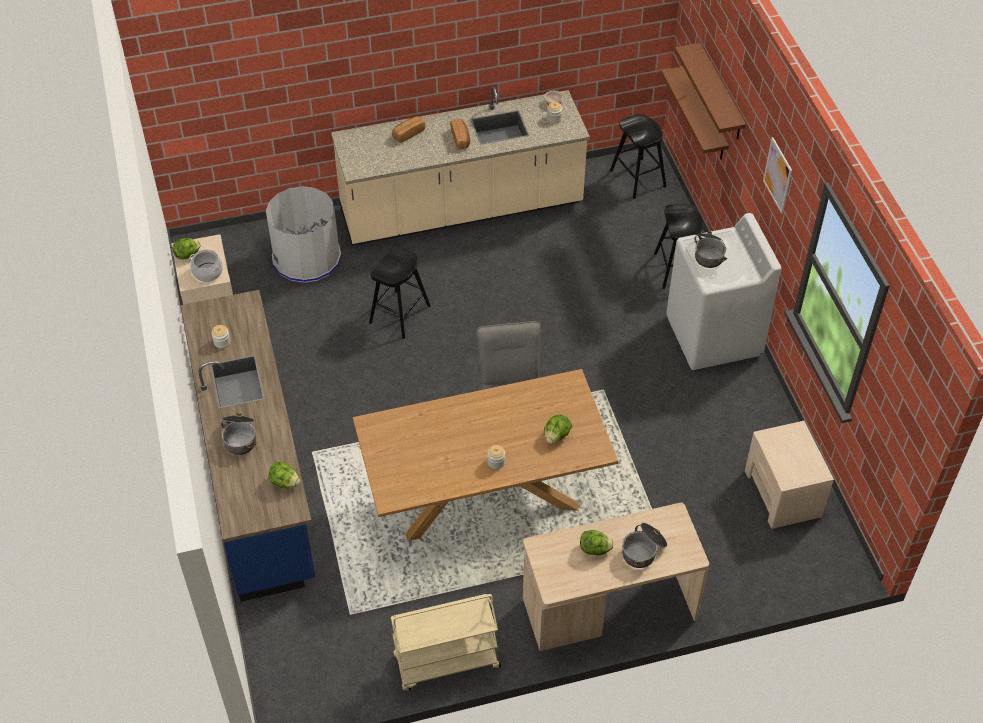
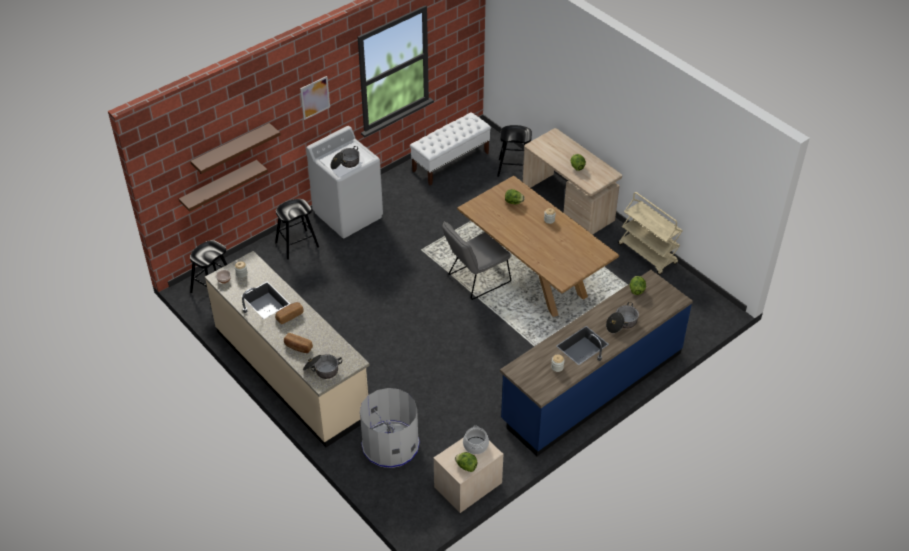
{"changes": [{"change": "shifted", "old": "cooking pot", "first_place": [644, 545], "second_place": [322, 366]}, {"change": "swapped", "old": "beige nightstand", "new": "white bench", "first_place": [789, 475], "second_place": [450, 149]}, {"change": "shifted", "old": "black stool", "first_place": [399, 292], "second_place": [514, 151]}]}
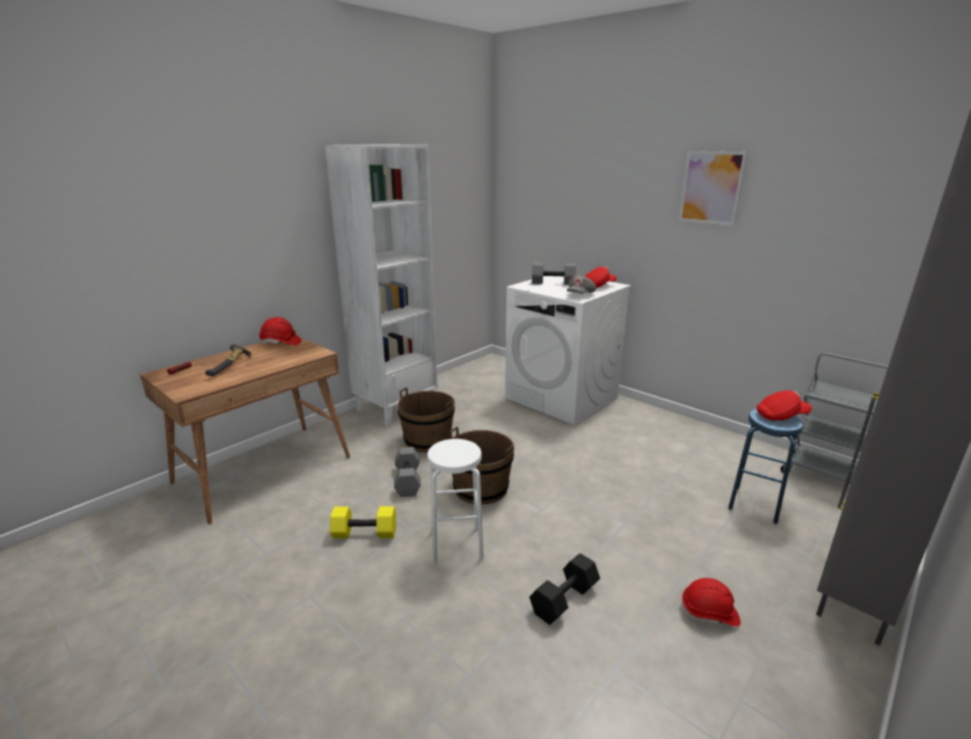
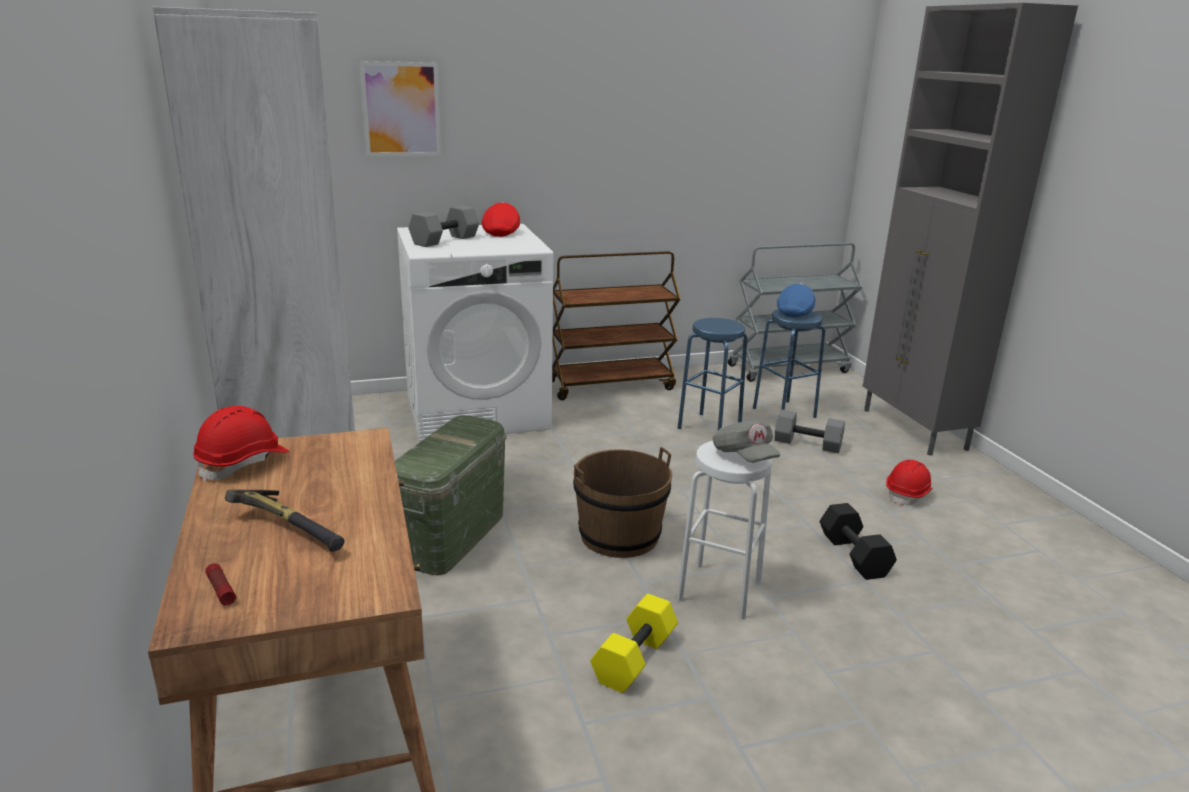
{"changes": [{"change": "shifted", "old": "picture", "first_place": [713, 188], "second_place": [400, 109]}, {"change": "swapped", "old": "brown bucket", "new": "green storage box", "first_place": [426, 419], "second_place": [450, 495]}, {"change": "new", "new": "brown cart", "second_place": [616, 325]}, {"change": "new", "new": "blue stool", "second_place": [712, 374]}, {"change": "shifted", "old": "grey cap", "first_place": [581, 284], "second_place": [746, 441]}, {"change": "shifted", "old": "grey dumbbell", "first_place": [407, 472], "second_place": [810, 431]}, {"change": "repainted", "old": "red cap", "new": "blue cap", "first_place": [784, 405], "second_place": [796, 300]}]}
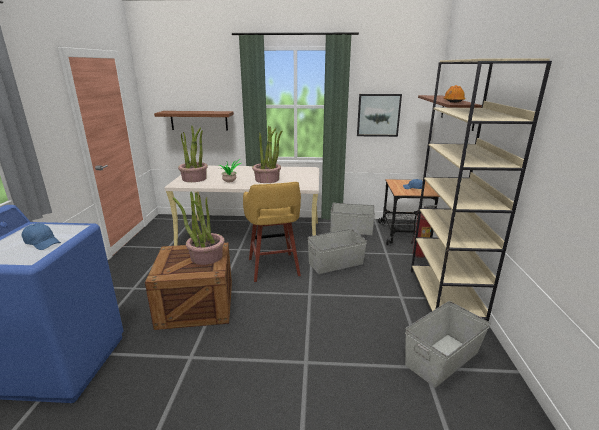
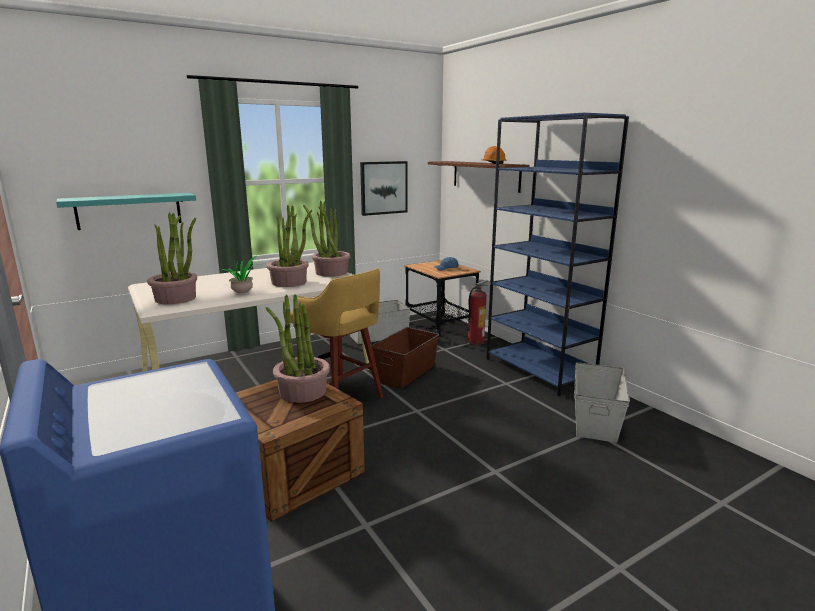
{"changes": [{"change": "repainted", "old": "brown shelf", "new": "turquoise shelf", "first_place": [194, 120], "second_place": [126, 211]}, {"change": "new", "new": "potted plant", "second_place": [326, 239]}, {"change": "repainted", "old": "grey storage box", "new": "brown storage box", "first_place": [337, 251], "second_place": [405, 358]}, {"change": "repainted", "old": "beige bookcase", "new": "blue bookcase", "first_place": [481, 190], "second_place": [558, 254]}, {"change": "gone", "old": "blue cap", "first_place": [41, 236]}]}
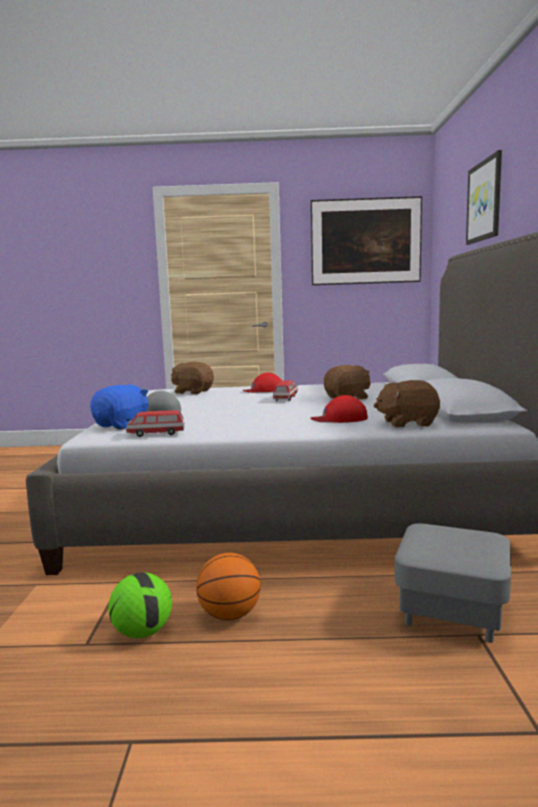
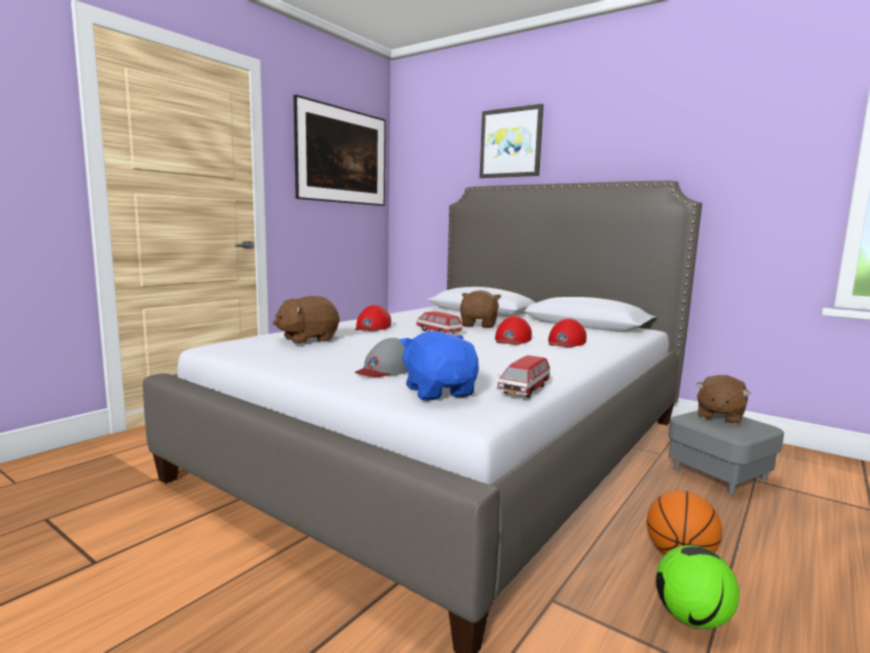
{"changes": [{"change": "new", "new": "red cap", "second_place": [513, 330]}, {"change": "shifted", "old": "brown plush toy", "first_place": [407, 404], "second_place": [723, 400]}]}
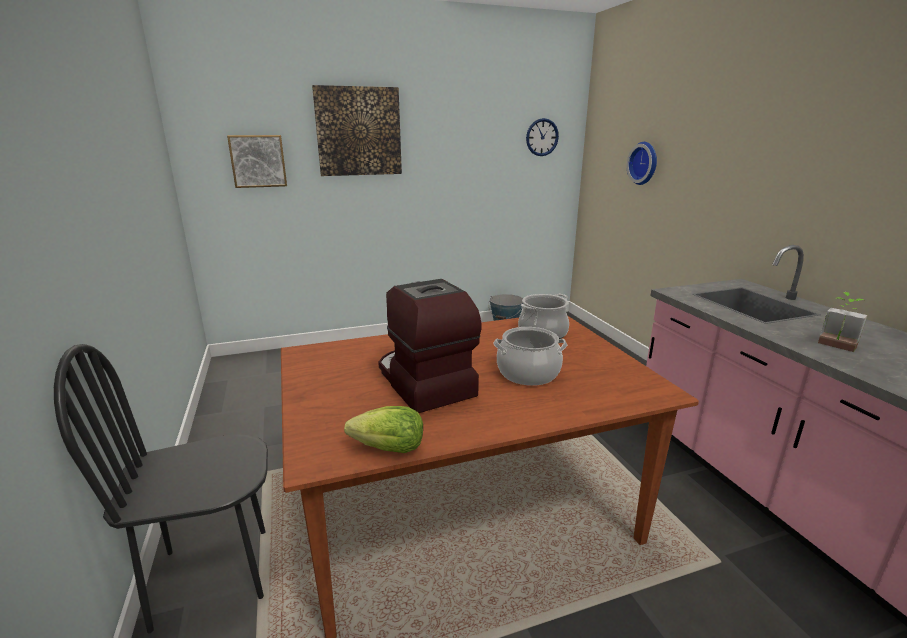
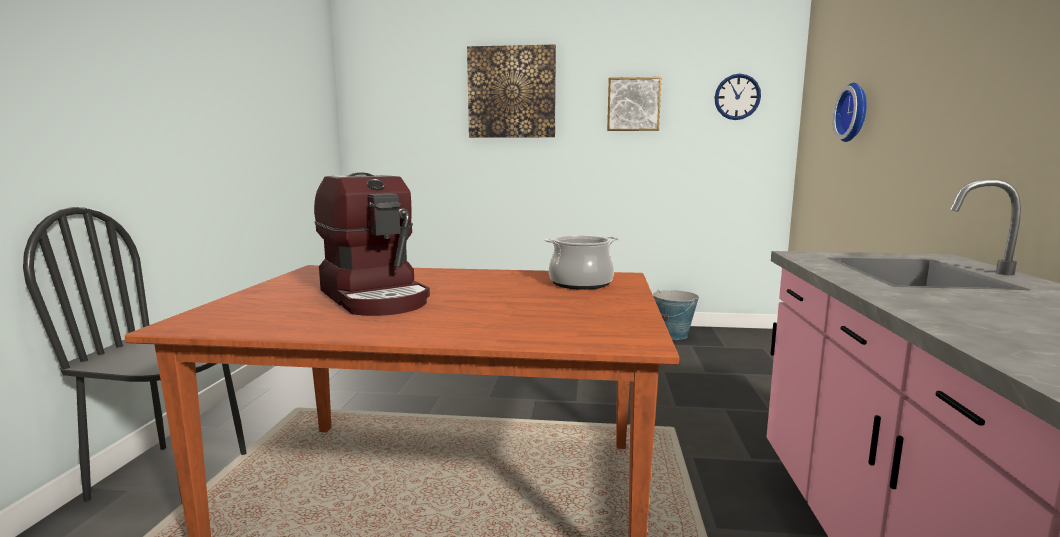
{"changes": [{"change": "rotated", "old": "coffee machine", "first_place": [430, 346], "second_place": [372, 244], "degrees": 150}, {"change": "shifted", "old": "picture", "first_place": [257, 161], "second_place": [634, 104]}, {"change": "gone", "old": "lettuce", "first_place": [383, 429]}, {"change": "gone", "old": "cooking pot", "first_place": [530, 356]}, {"change": "gone", "old": "potted plant", "first_place": [843, 322]}]}
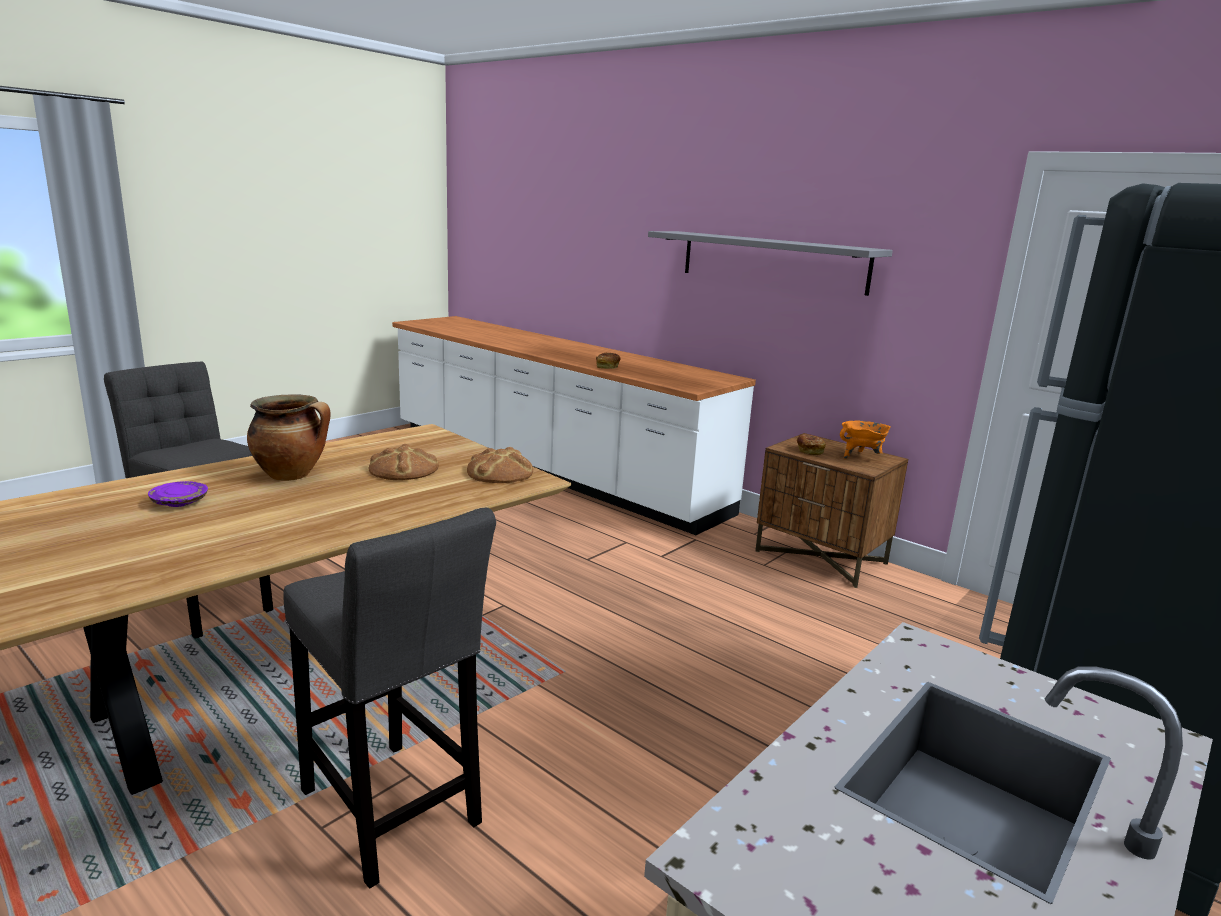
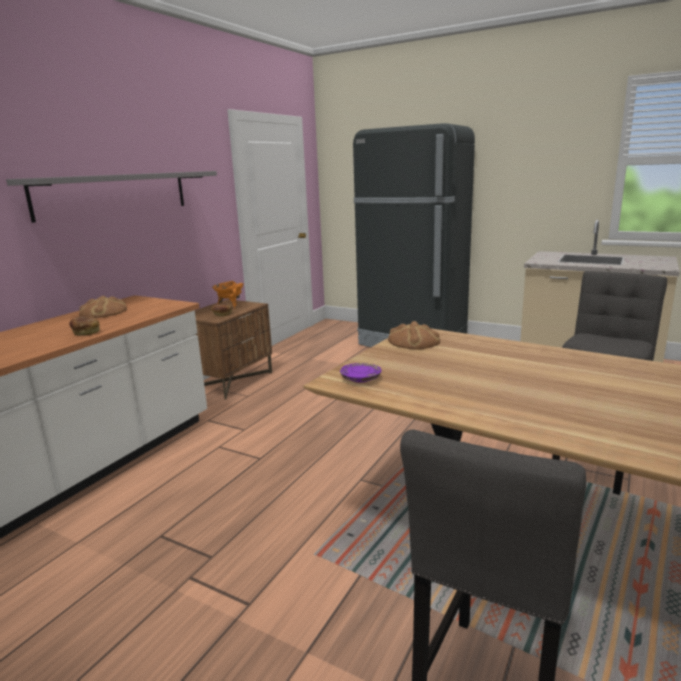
{"changes": [{"change": "shifted", "old": "bread", "first_place": [404, 461], "second_place": [103, 306]}, {"change": "shifted", "old": "purple plate", "first_place": [178, 494], "second_place": [360, 373]}, {"change": "gone", "old": "cooking pot", "first_place": [289, 437]}]}
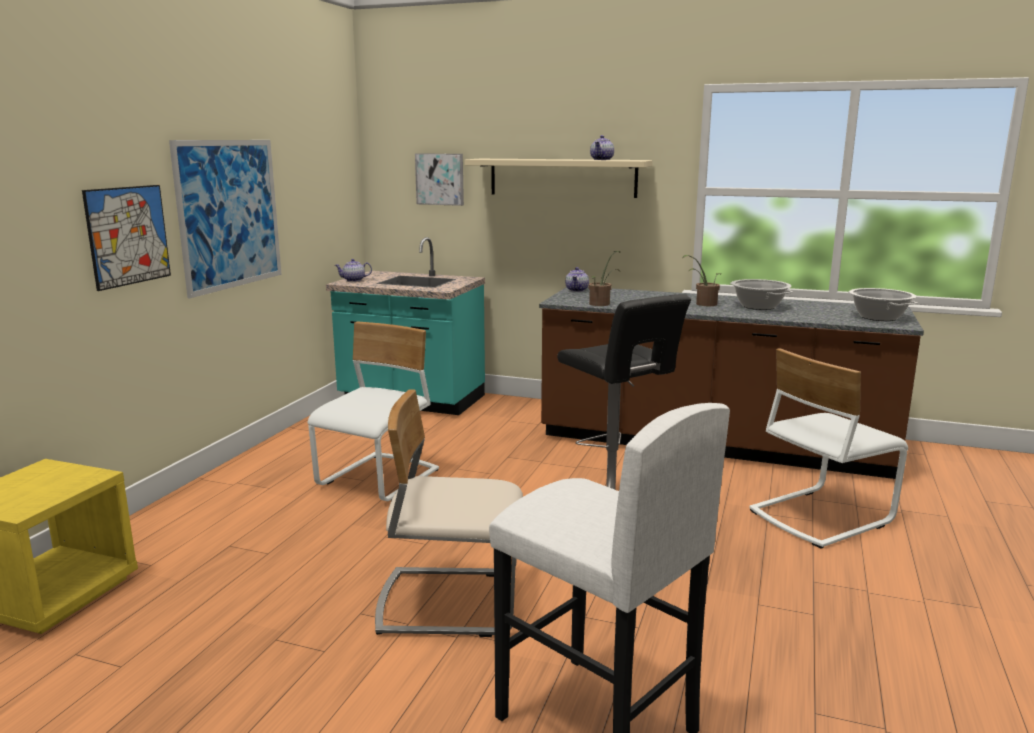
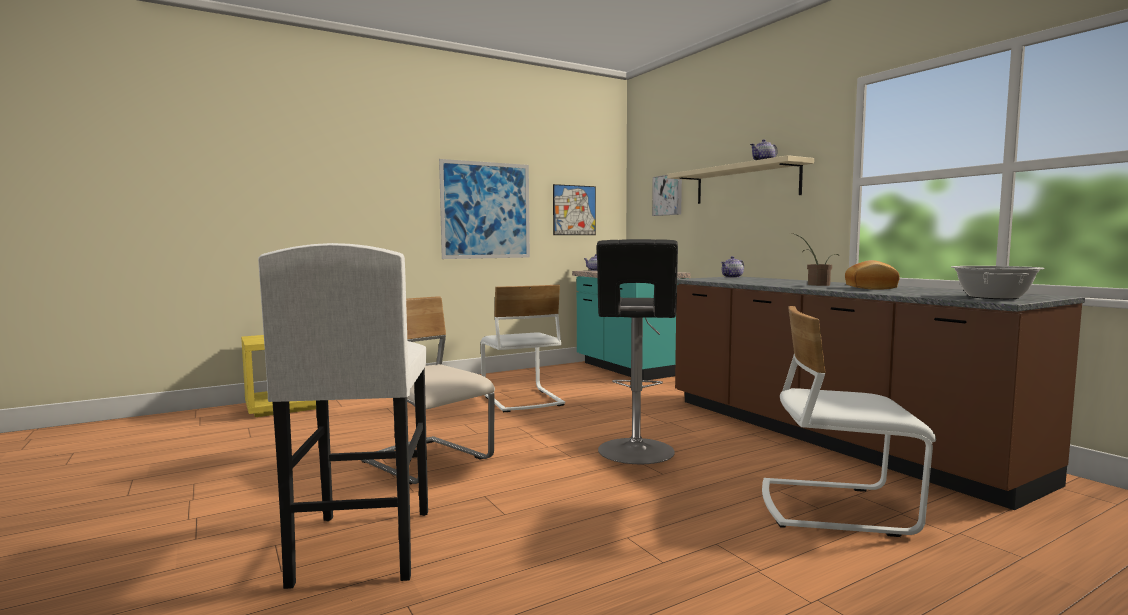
{"changes": [{"change": "rotated", "old": "white chair", "first_place": [373, 411], "second_place": [522, 348], "degrees": 90}, {"change": "shifted", "old": "picture", "first_place": [126, 238], "second_place": [574, 209]}, {"change": "swapped", "old": "cooking pot", "new": "bread", "first_place": [761, 294], "second_place": [872, 275]}, {"change": "gone", "old": "potted plant", "first_place": [604, 278]}]}
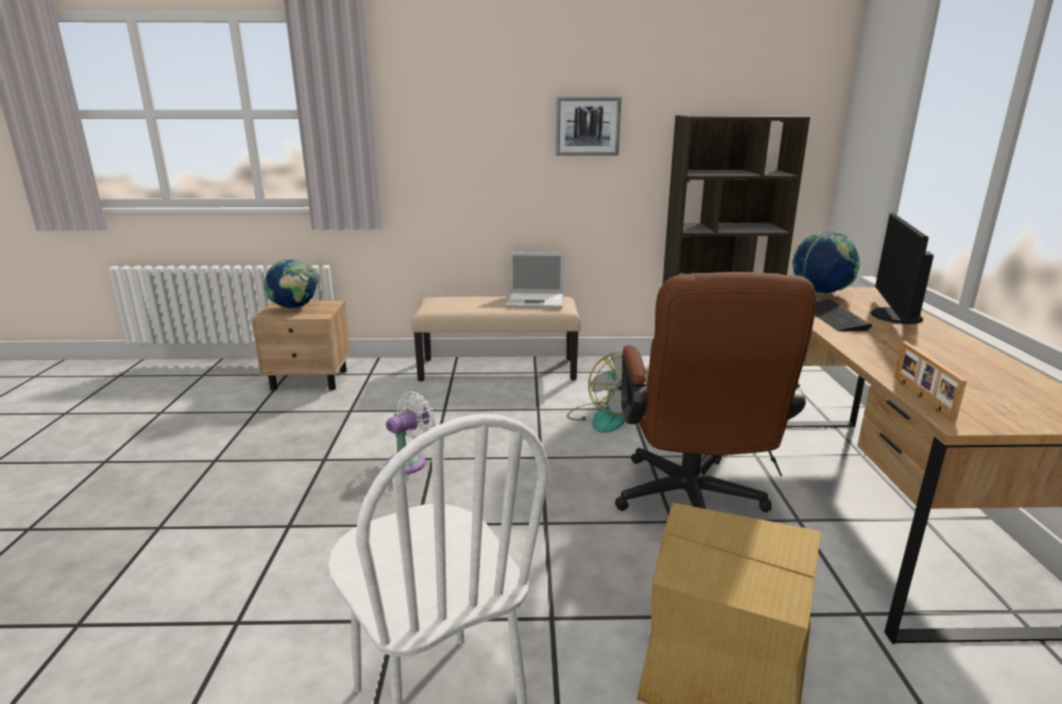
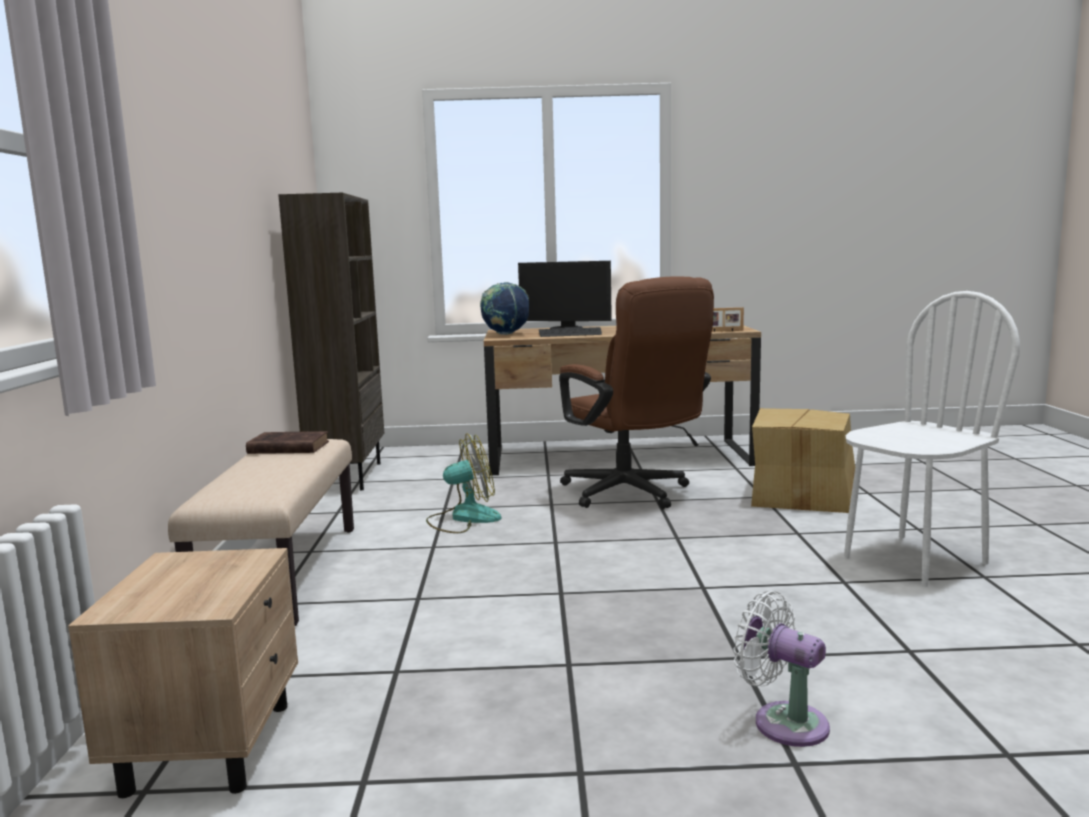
{"changes": [{"change": "swapped", "old": "laptop", "new": "brown book", "first_place": [535, 280], "second_place": [287, 442]}, {"change": "rotated", "old": "brown office chair", "first_place": [716, 392], "second_place": [636, 392], "degrees": 60}, {"change": "shifted", "old": "white fan", "first_place": [411, 432], "second_place": [781, 669]}, {"change": "gone", "old": "globe", "first_place": [290, 284]}, {"change": "gone", "old": "picture", "first_place": [588, 126]}]}
